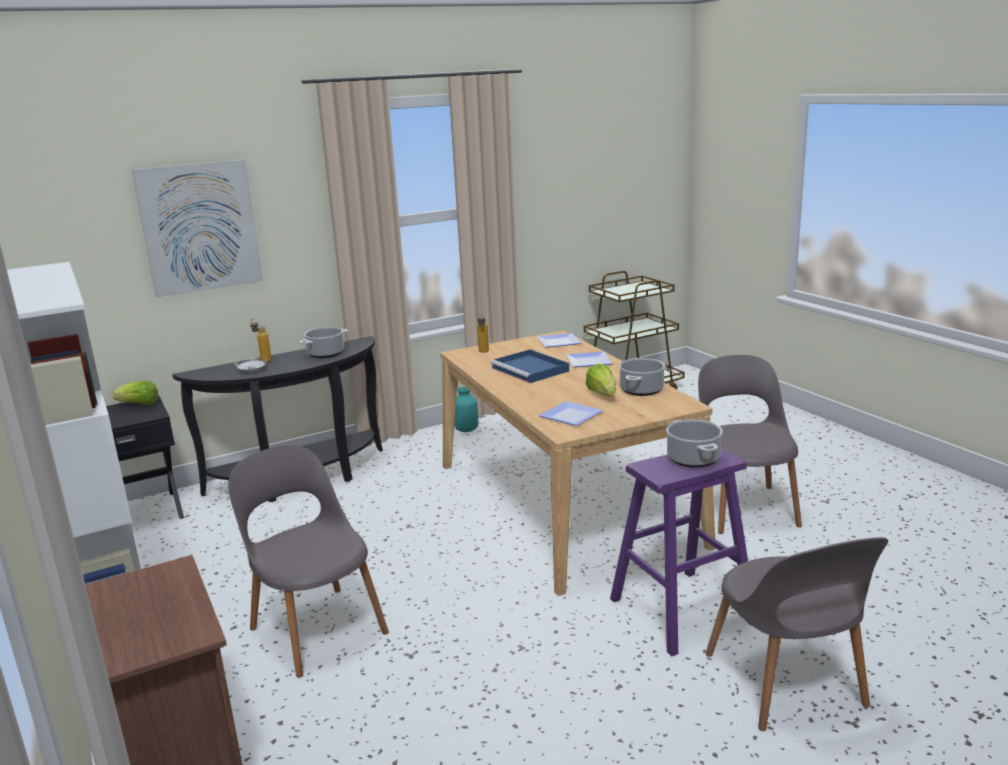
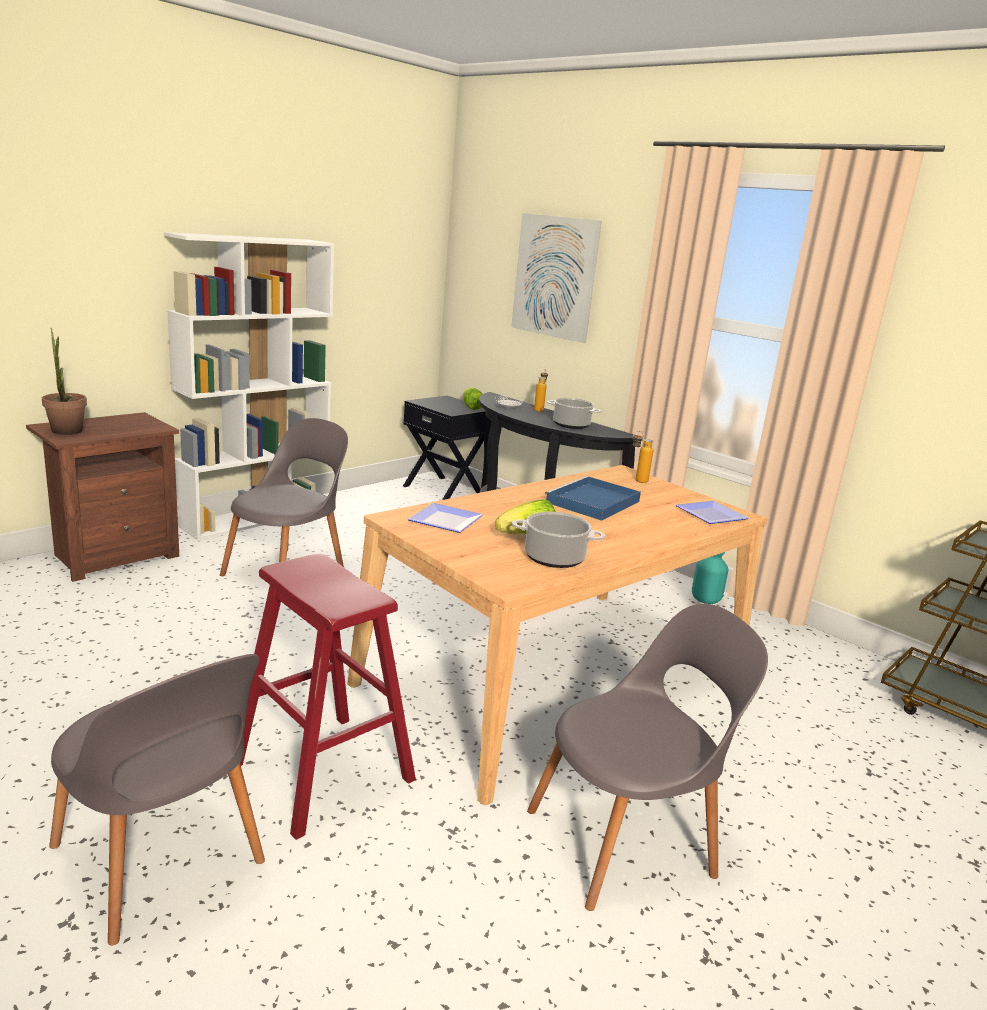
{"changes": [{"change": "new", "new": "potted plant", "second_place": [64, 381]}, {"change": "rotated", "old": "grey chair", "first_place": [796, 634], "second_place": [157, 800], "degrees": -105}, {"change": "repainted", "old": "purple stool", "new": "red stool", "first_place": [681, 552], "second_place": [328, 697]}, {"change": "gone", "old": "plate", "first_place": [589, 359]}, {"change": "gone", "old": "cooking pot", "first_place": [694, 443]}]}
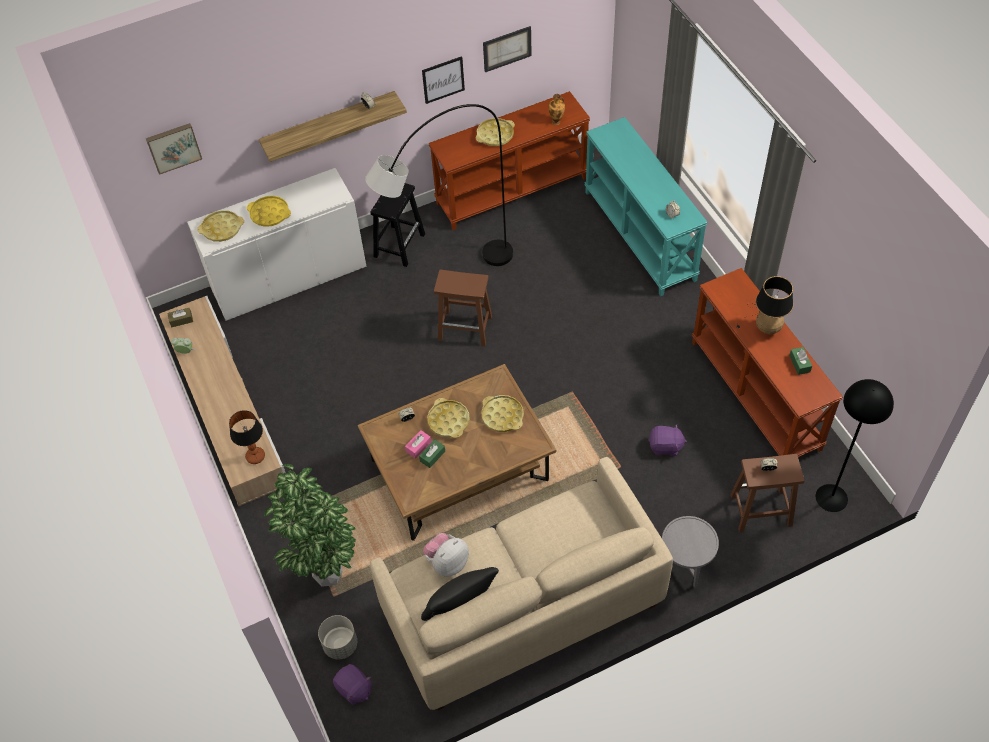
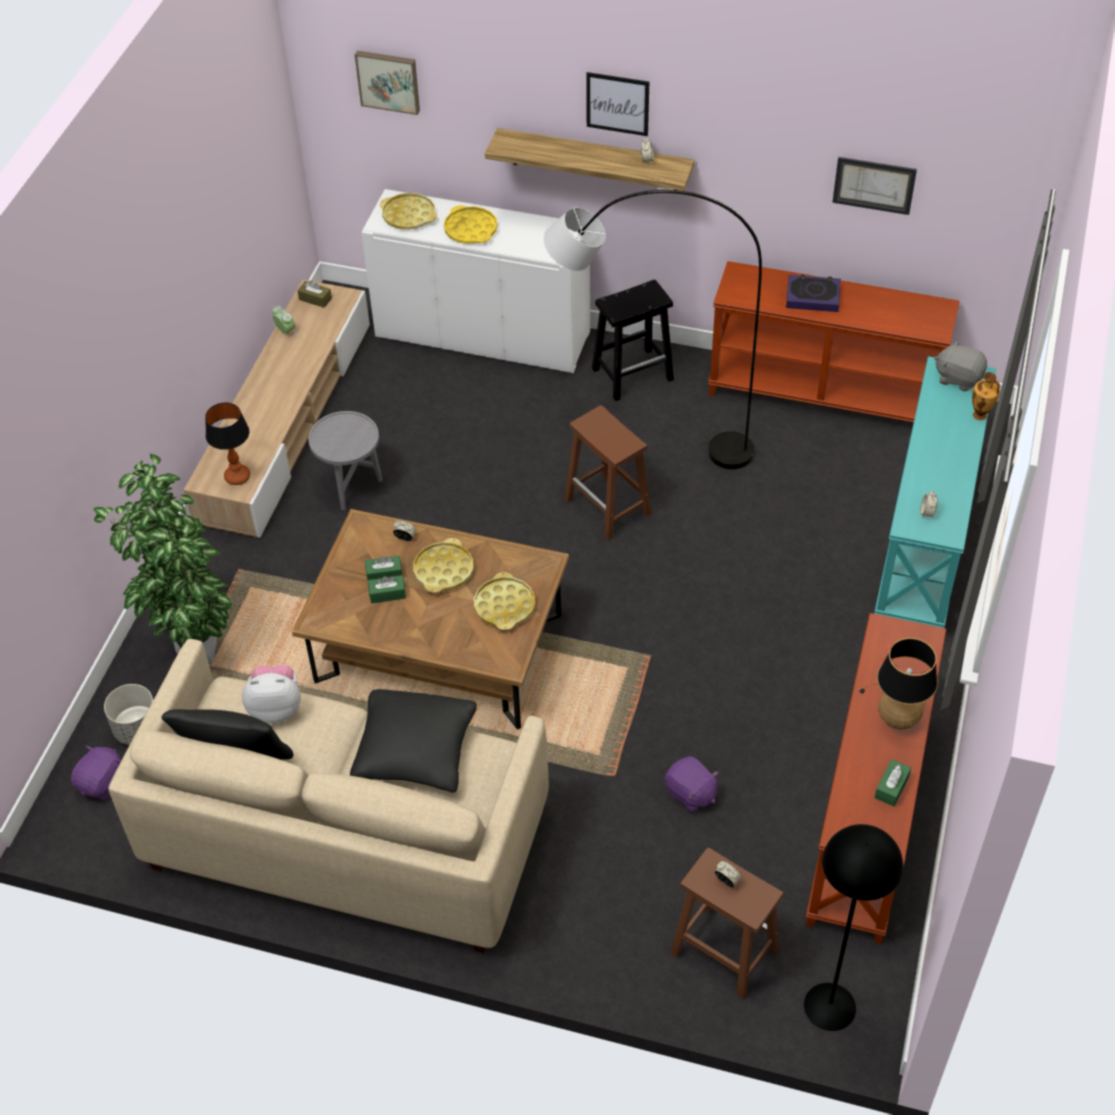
{"changes": [{"change": "rotated", "old": "purple plush toy", "first_place": [352, 684], "second_place": [96, 772], "degrees": -150}, {"change": "shifted", "old": "grey side table", "first_place": [690, 552], "second_place": [345, 460]}, {"change": "new", "new": "black pillow", "second_place": [413, 741]}, {"change": "repainted", "old": "pink tissue box", "new": "green tissue box", "first_place": [418, 444], "second_place": [383, 568]}, {"change": "shifted", "old": "picture", "first_place": [443, 80], "second_place": [617, 104]}, {"change": "swapped", "old": "yellow tray", "new": "book", "first_place": [495, 132], "second_place": [813, 293]}, {"change": "new", "new": "grey plush toy", "second_place": [960, 366]}, {"change": "shifted", "old": "vase", "first_place": [557, 109], "second_place": [986, 396]}]}
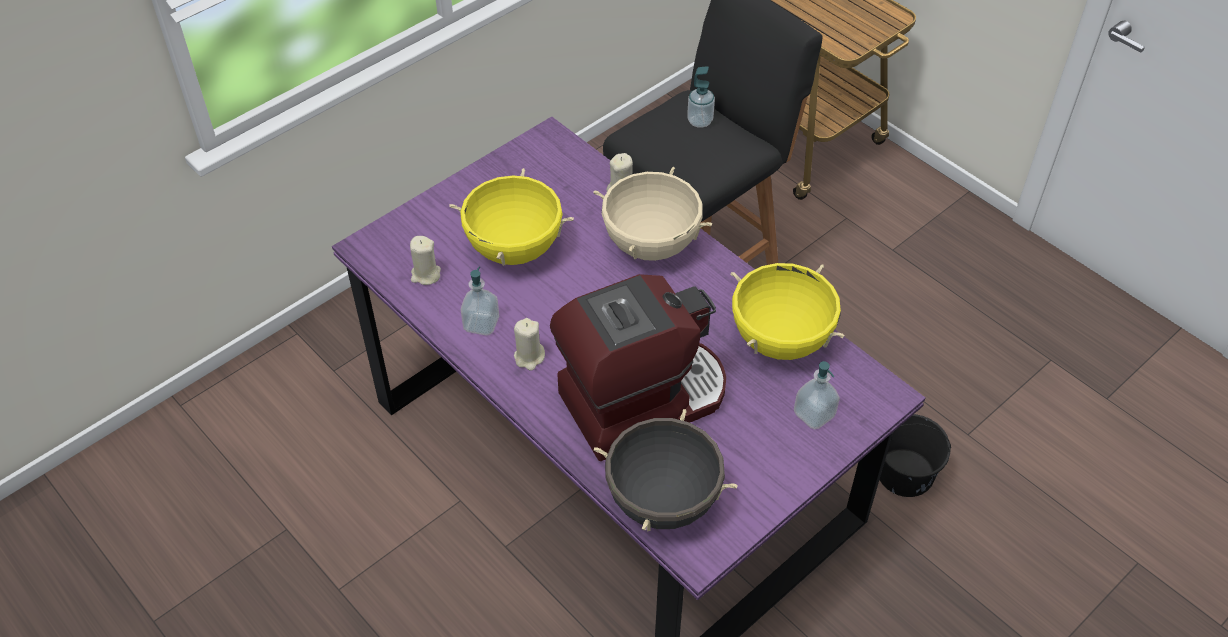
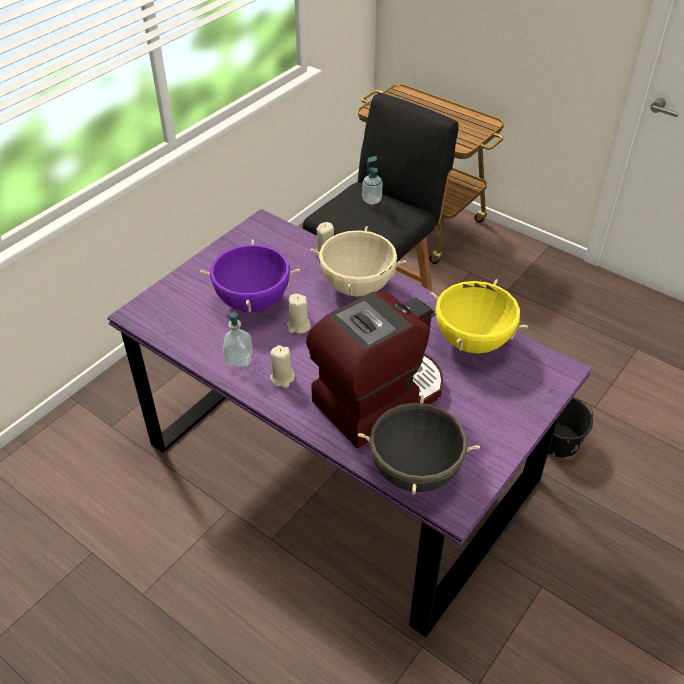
{"changes": [{"change": "repainted", "old": "yellow cooking pot", "new": "purple cooking pot", "first_place": [511, 217], "second_place": [250, 276]}, {"change": "shifted", "old": "beige candle", "first_place": [425, 260], "second_place": [299, 314]}, {"change": "gone", "old": "soap dispenser", "first_place": [817, 395]}]}
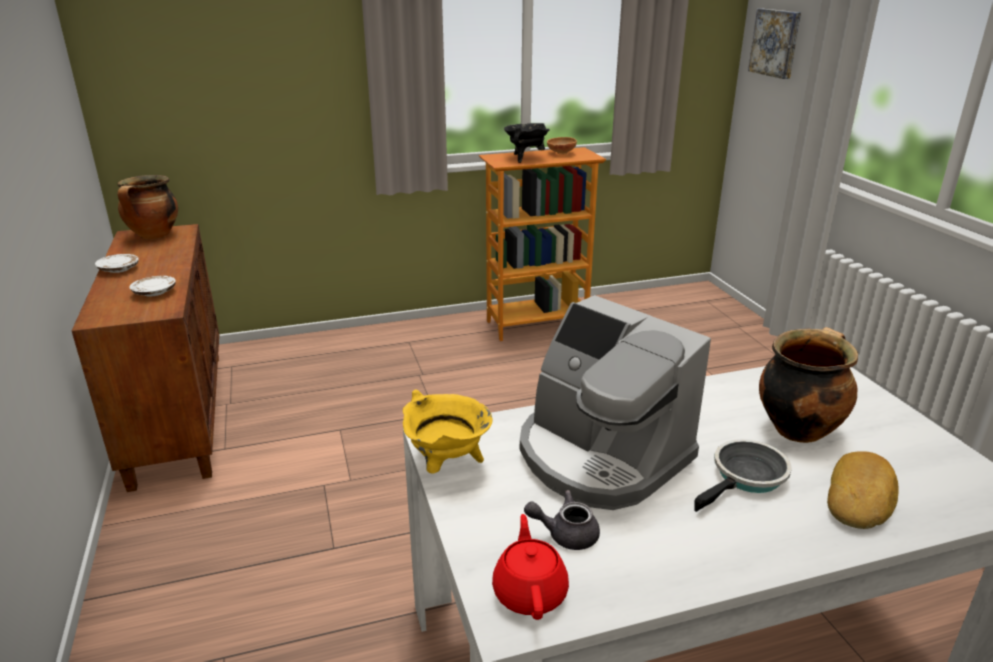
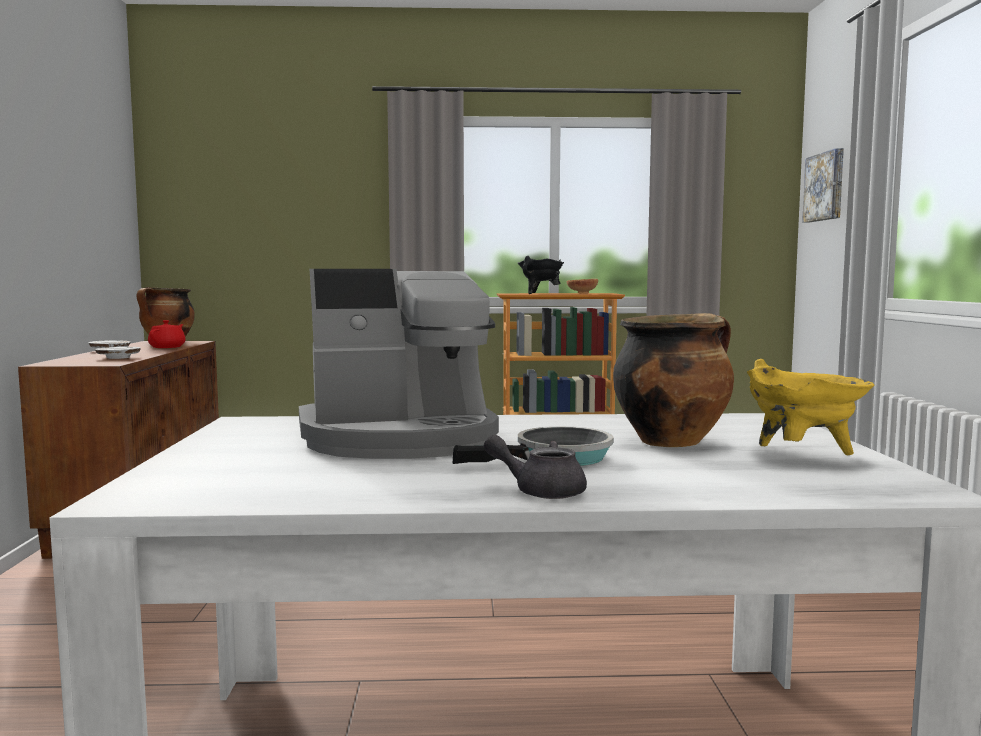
{"changes": [{"change": "shifted", "old": "red teapot", "first_place": [530, 567], "second_place": [167, 334]}, {"change": "rotated", "old": "coffee machine", "first_place": [615, 402], "second_place": [399, 364], "degrees": -75}, {"change": "shifted", "old": "grey teapot", "first_place": [562, 520], "second_place": [535, 466]}, {"change": "shifted", "old": "yellow cooking pot", "first_place": [448, 431], "second_place": [810, 407]}, {"change": "gone", "old": "bread", "first_place": [863, 490]}]}
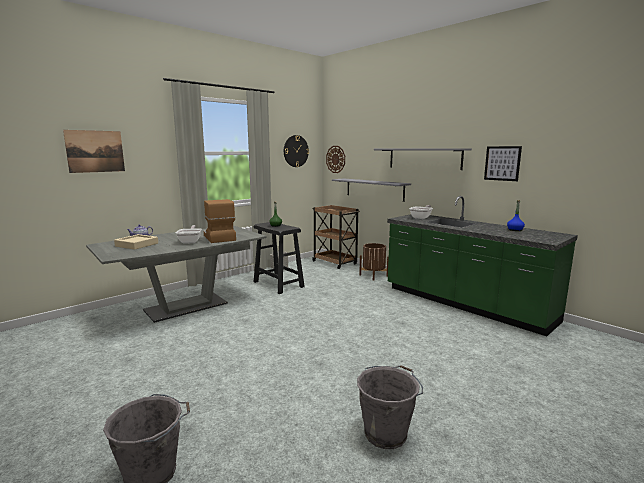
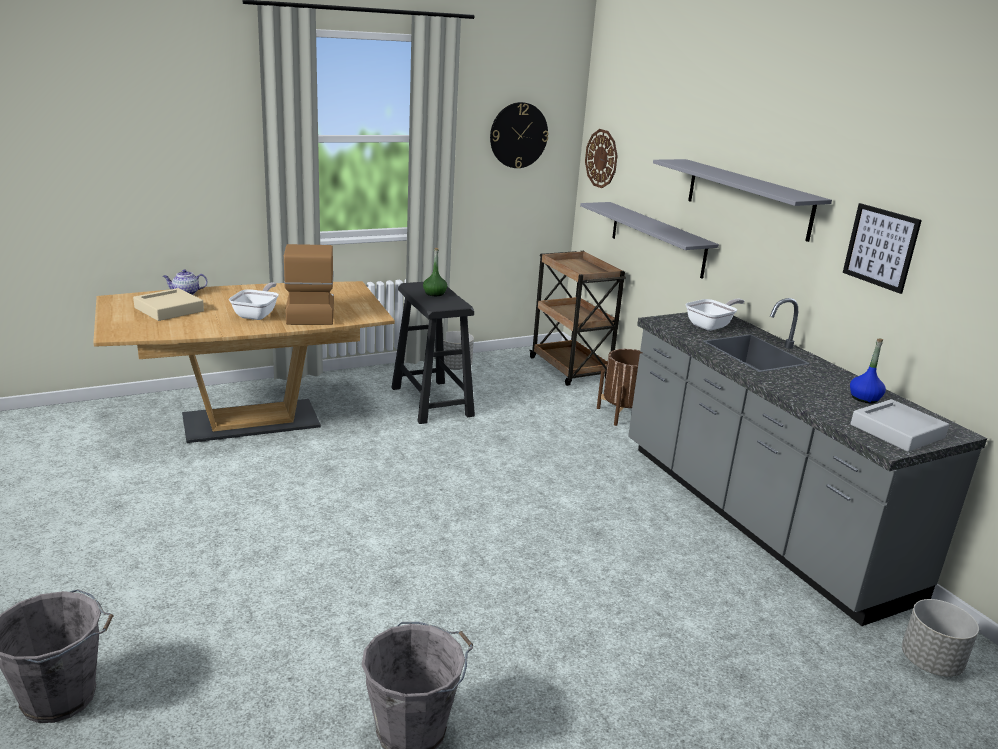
{"changes": [{"change": "repainted", "old": "grey dining table", "new": "brown dining table", "first_place": [176, 274], "second_place": [244, 362]}, {"change": "repainted", "old": "green counter", "new": "grey counter", "first_place": [482, 266], "second_place": [807, 462]}, {"change": "new", "new": "grey tray", "second_place": [900, 425]}, {"change": "new", "new": "grey planter", "second_place": [940, 638]}, {"change": "gone", "old": "picture", "first_place": [94, 151]}]}
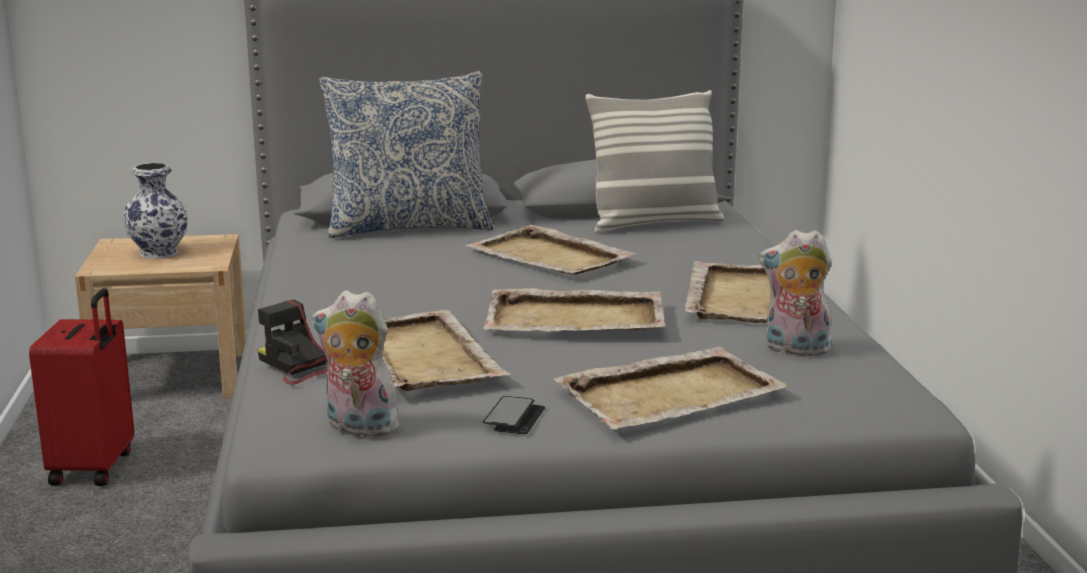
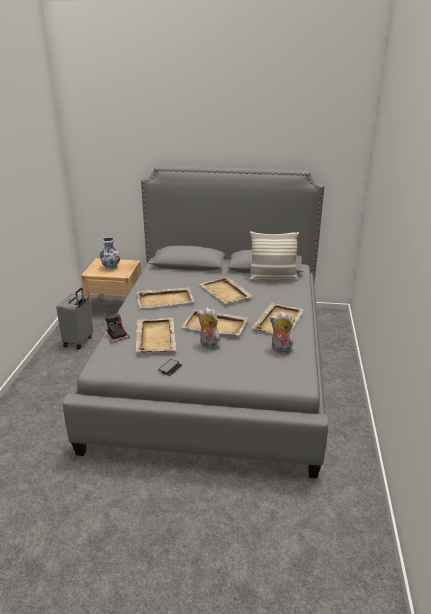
{"changes": [{"change": "repainted", "old": "red suitcase", "new": "grey suitcase", "first_place": [81, 387], "second_place": [74, 318]}, {"change": "shifted", "old": "beige tray", "first_place": [671, 387], "second_place": [166, 298]}, {"change": "shifted", "old": "plush toy", "first_place": [359, 364], "second_place": [209, 329]}, {"change": "gone", "old": "pillow", "first_place": [406, 154]}]}
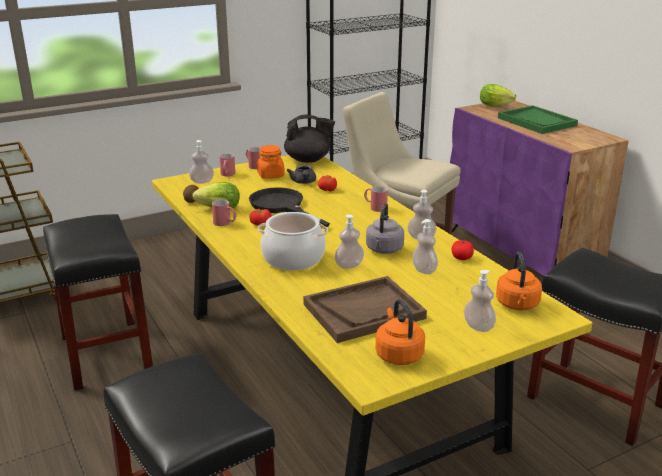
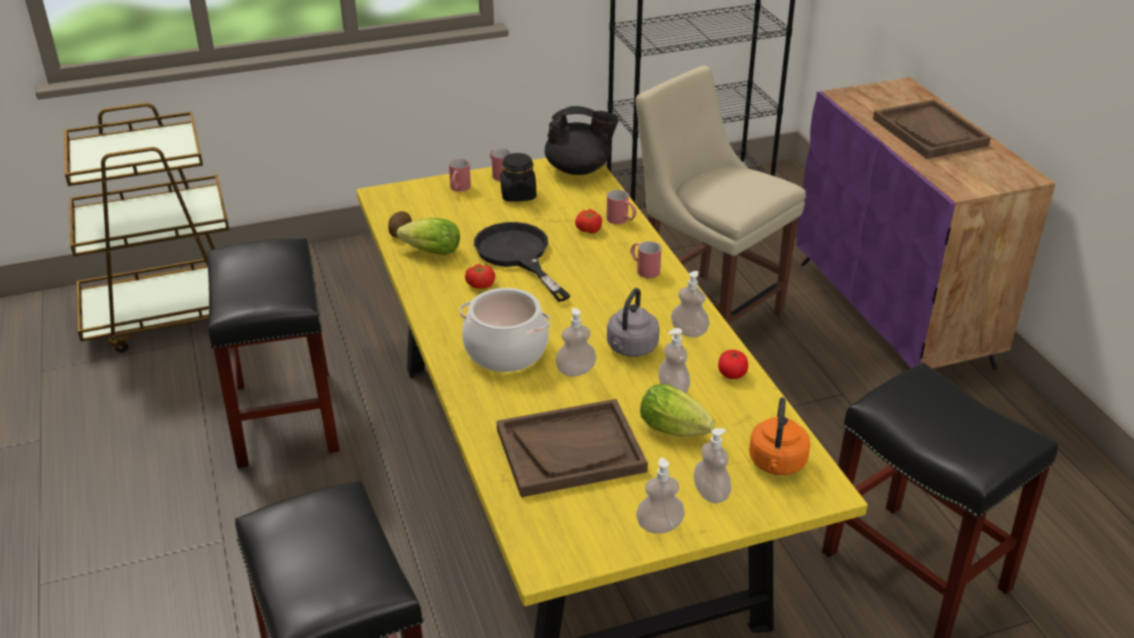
{"changes": [{"change": "repainted", "old": "orange jar", "new": "black jar", "first_place": [271, 162], "second_place": [518, 177]}, {"change": "shifted", "old": "red mug", "first_place": [224, 212], "second_place": [621, 207]}, {"change": "shifted", "old": "soap dispenser", "first_place": [201, 162], "second_place": [660, 495]}, {"change": "shifted", "old": "lettuce", "first_place": [498, 95], "second_place": [677, 410]}, {"change": "repainted", "old": "green tray", "new": "brown tray", "first_place": [538, 119], "second_place": [932, 129]}, {"change": "gone", "old": "grey teapot", "first_place": [301, 174]}, {"change": "gone", "old": "orange kettle", "first_place": [400, 332]}]}
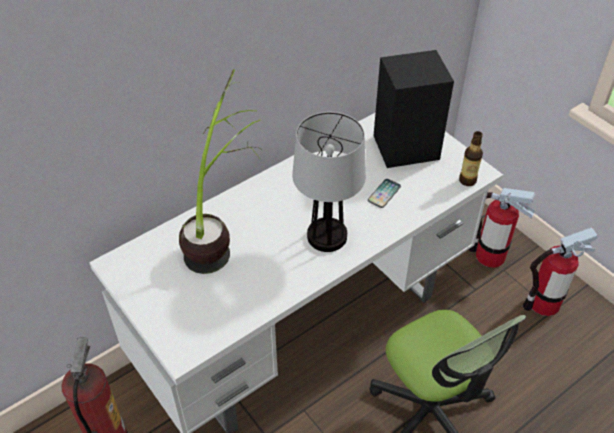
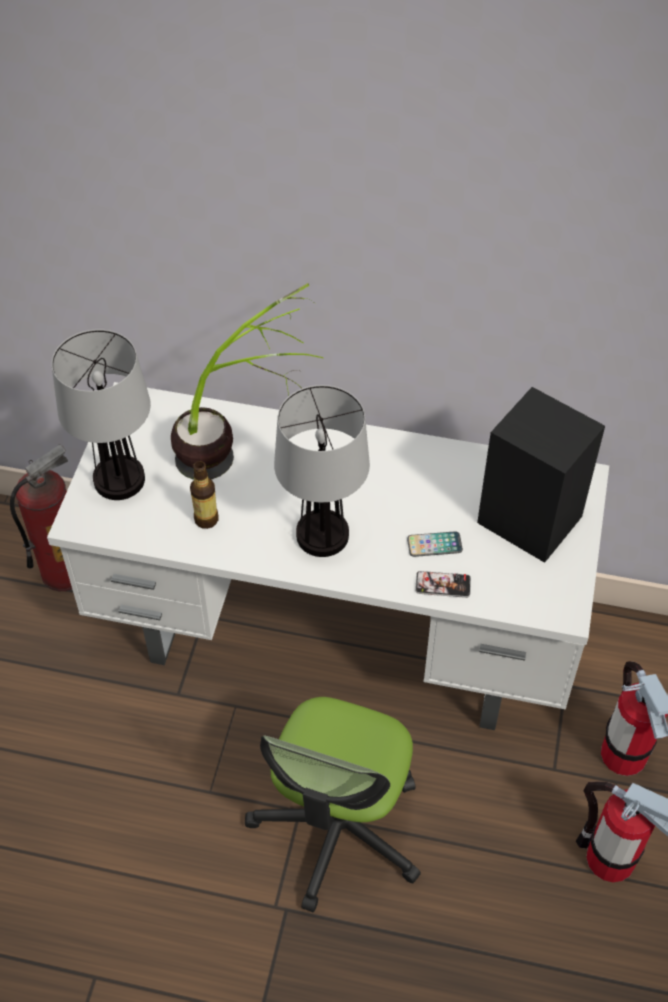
{"changes": [{"change": "new", "new": "table lamp", "second_place": [101, 414]}, {"change": "shifted", "old": "bottle", "first_place": [471, 158], "second_place": [204, 495]}, {"change": "new", "new": "phone", "second_place": [443, 584]}]}
